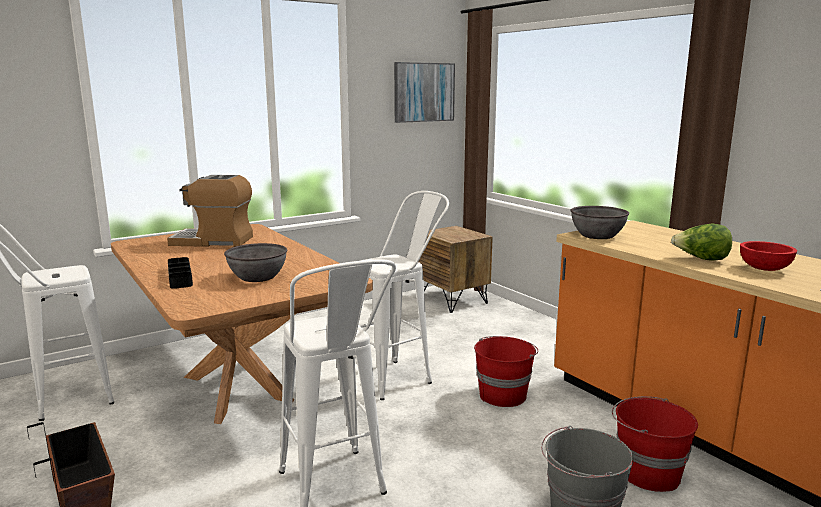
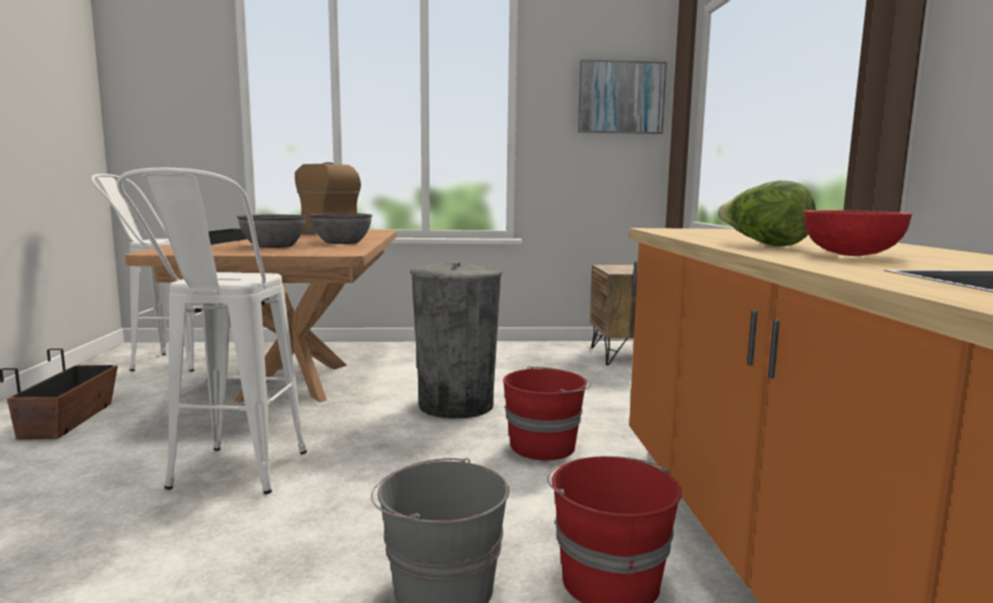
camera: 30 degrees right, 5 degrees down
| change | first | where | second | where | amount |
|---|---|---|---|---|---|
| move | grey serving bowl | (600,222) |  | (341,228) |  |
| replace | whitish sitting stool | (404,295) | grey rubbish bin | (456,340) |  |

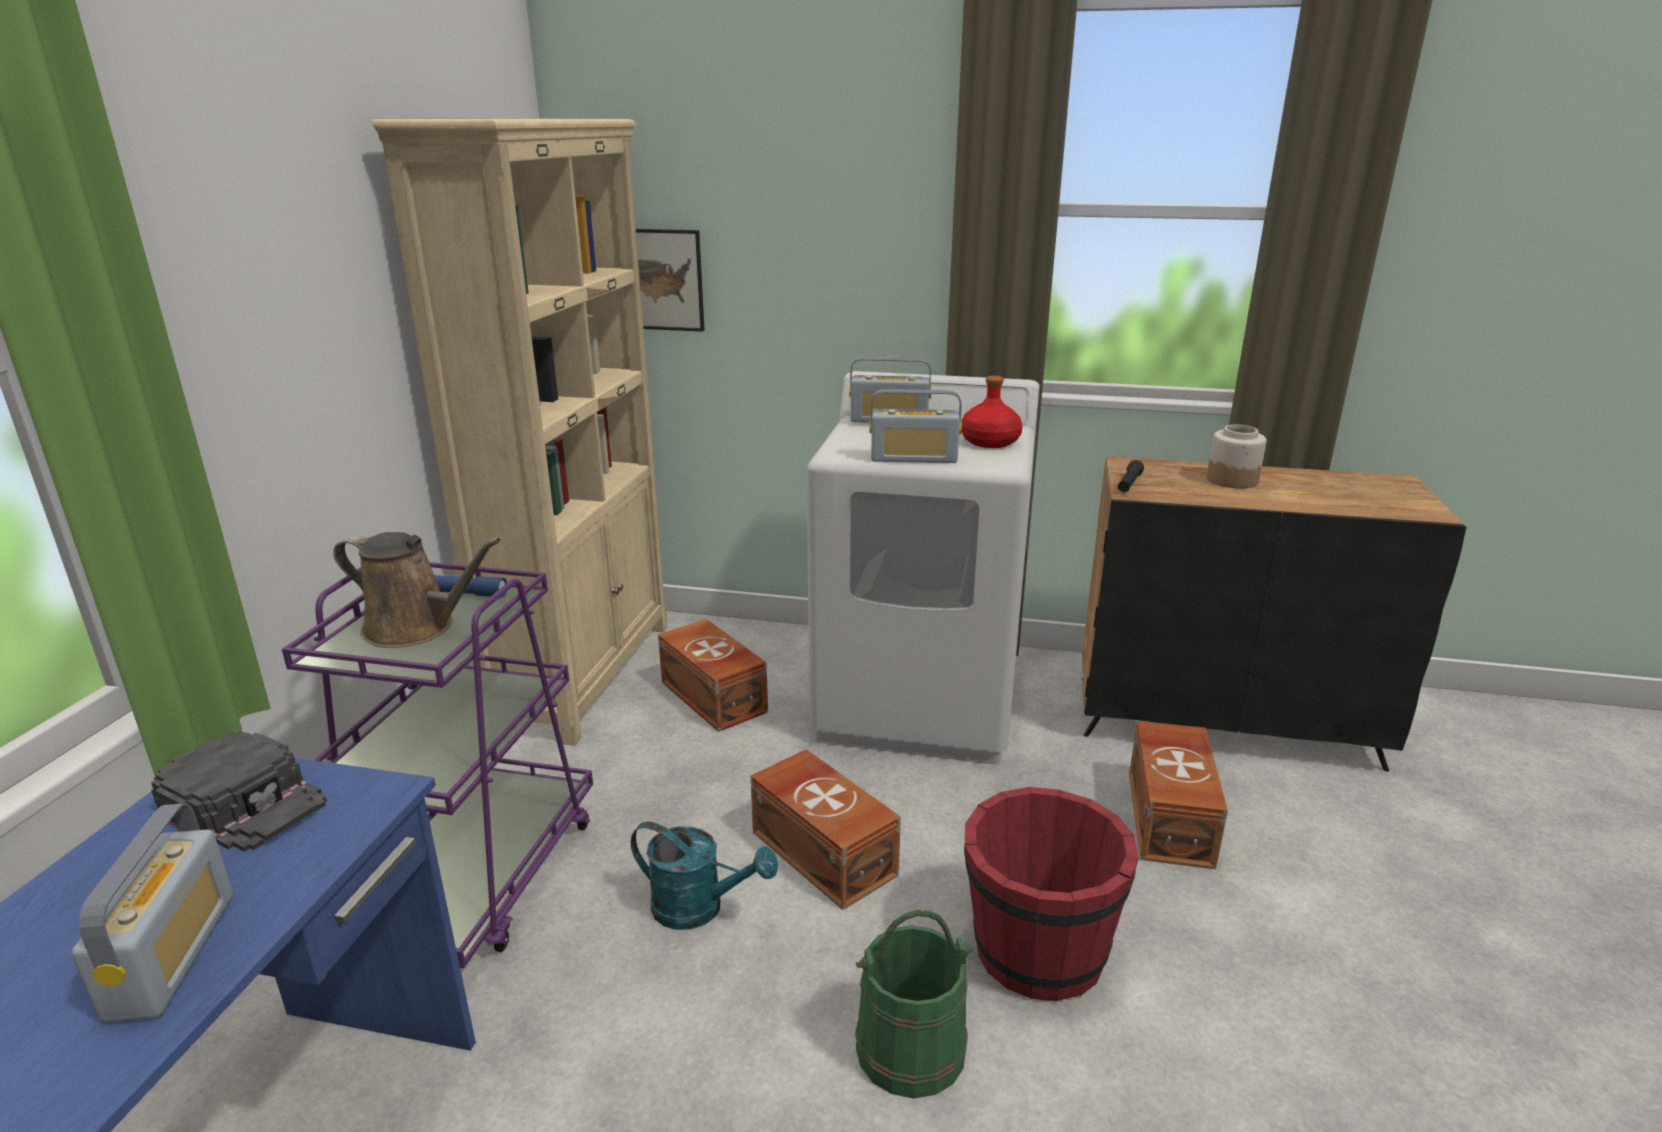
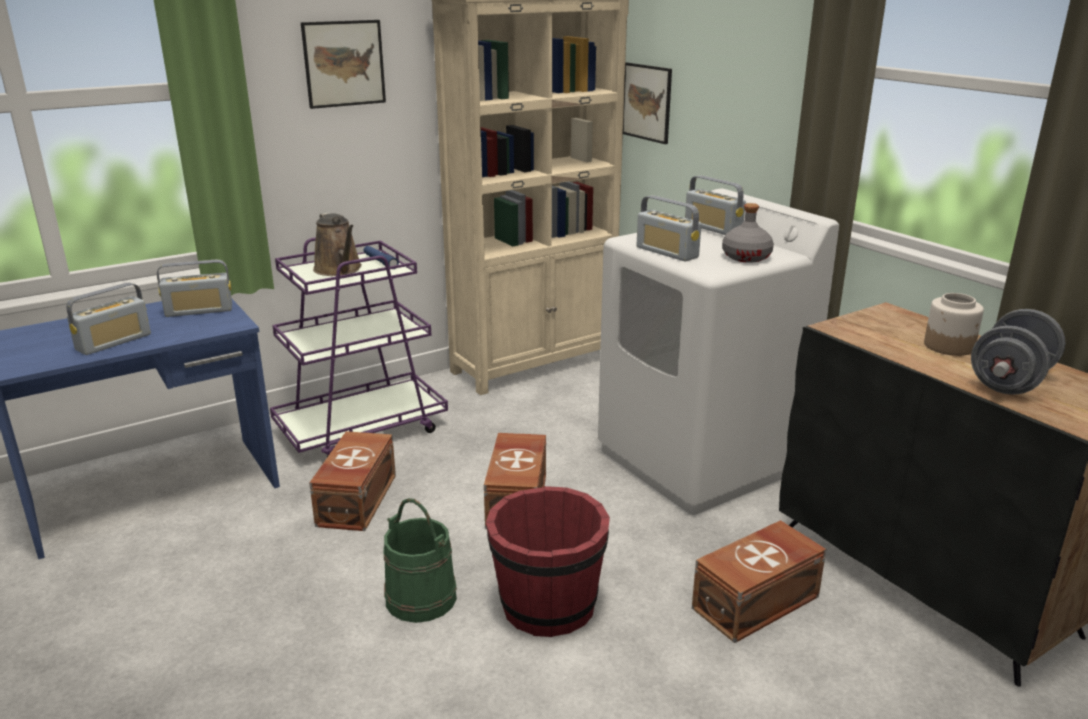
camera: 45 degrees right, 0 degrees up
| change | first | where | second | where | amount |
|---|---|---|---|---|---|
| delete | turquoise-coloured watering pot | (704,876) |  |  |  |
| delete | blackish torch | (1131,476) |  |  |  |
| insert |  |  | picture | (343,64) |  |
| insert |  |  | grey free weight | (1018,352) |  |
| move | brownish storage container | (713,675) |  | (352,481) |  |
| replace | blackish peaked cap | (239,791) | radio set | (194,288) |  |
| recolor | red-coloured beverage bottle | (992,412) | grey beverage bottle | (748,233) |  |

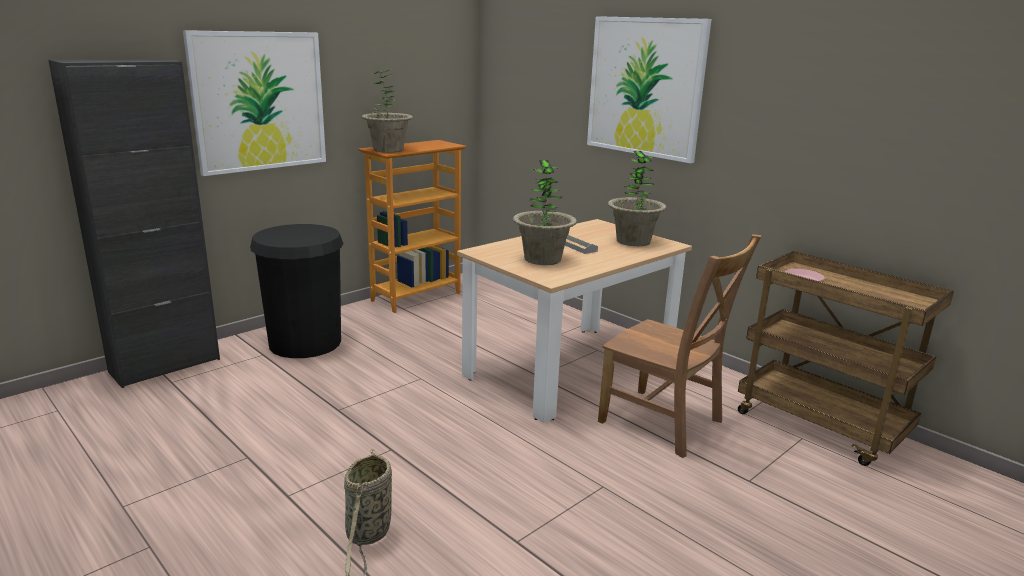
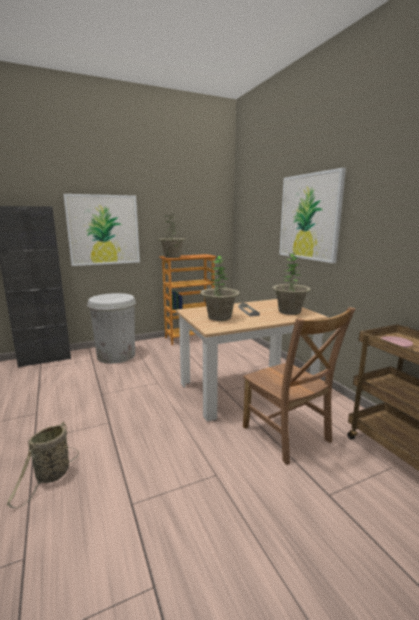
camera: 20 degrees right, 5 degrees down
| change | first | where | second | where | amount |
|---|---|---|---|---|---|
| recolor | blackish rubbish bin | (297,291) | whitish rubbish bin | (111,328) |  |

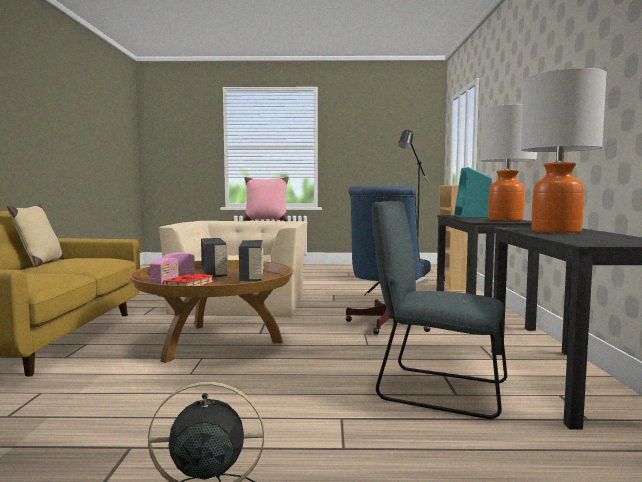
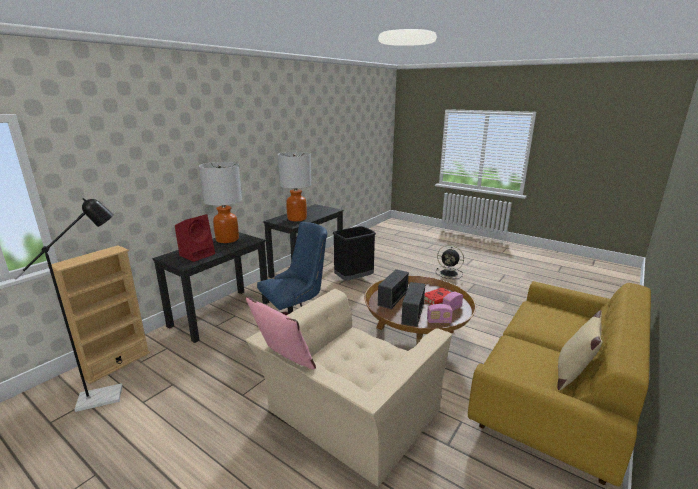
camera: 145 degrees left, 15 degrees up
| change | first | where | second | where | amount |
|---|---|---|---|---|---|
| replace | grey plain chair | (439,310) | blackish rubbish bin | (354,253) |  |
| recolor | turquoise-coloured speaker | (473,192) | red-coloured speaker | (195,238) |  |

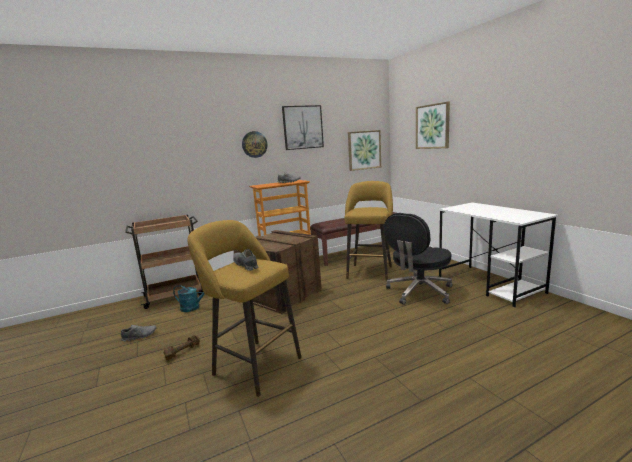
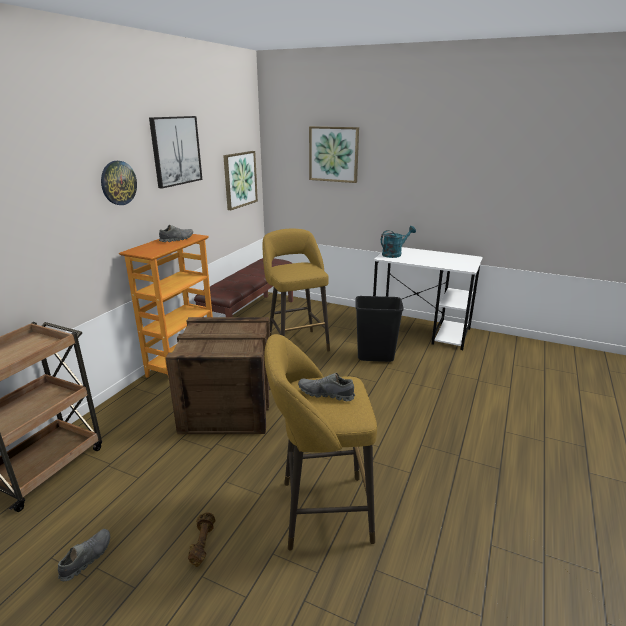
camera: 40 degrees left, 10 degrees up
| change | first | where | second | where | amount |
|---|---|---|---|---|---|
| move | turquoise-coloured watering pot | (189,298) |  | (398,242) |  |
| replace | blackish desk chair | (418,259) | blackish rubbish bin | (379,329) |  |

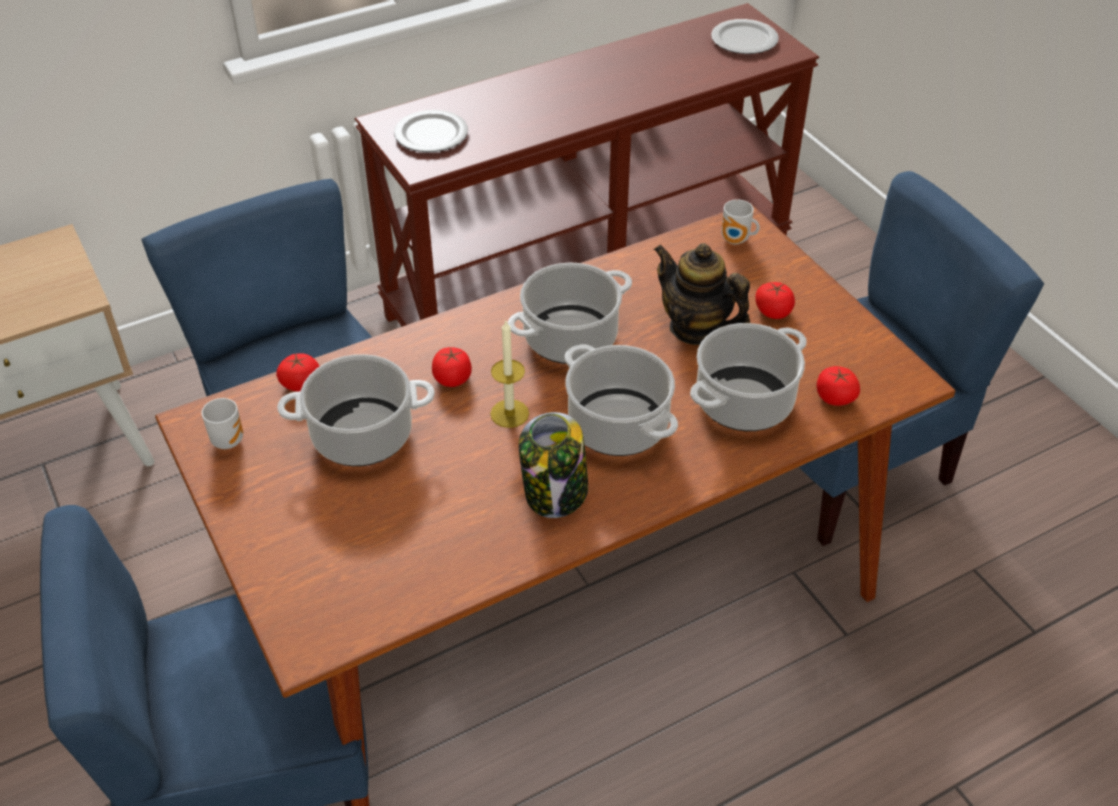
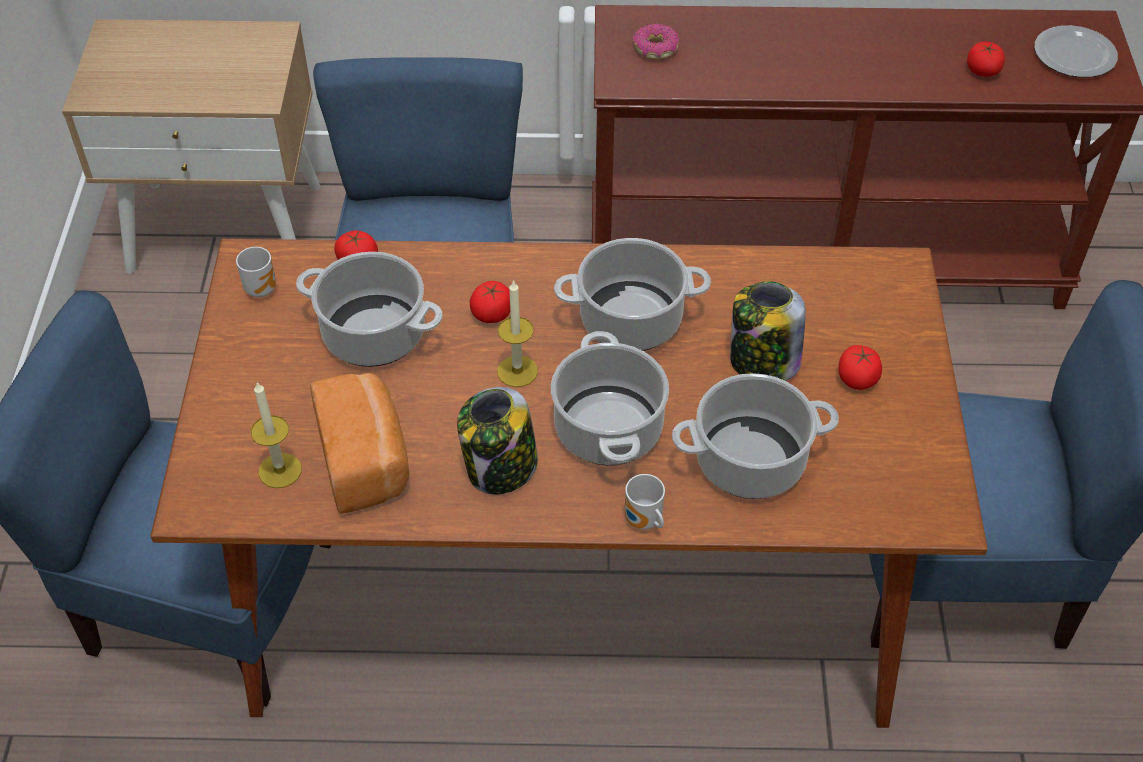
camera: 30 degrees right, 5 degrees up
| change | first | where | second | where | amount |
|---|---|---|---|---|---|
| insert |  |  | wax candle | (276,435) |  |
| insert |  |  | bread | (359,443) |  |
| move | mug | (741,222) |  | (645,502) |  |
| move | fresh tomato | (838,386) |  | (986,59) |  |
| replace | plate | (431,131) | ring doughnut | (656,41) |  |
| replace | pot for tea | (702,294) | preserve jar | (768,331) |  |

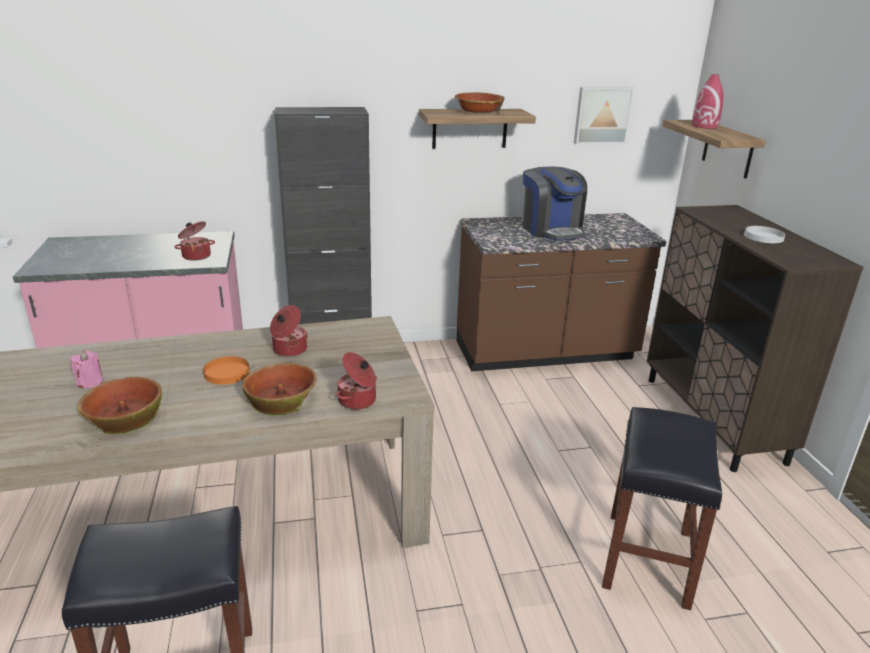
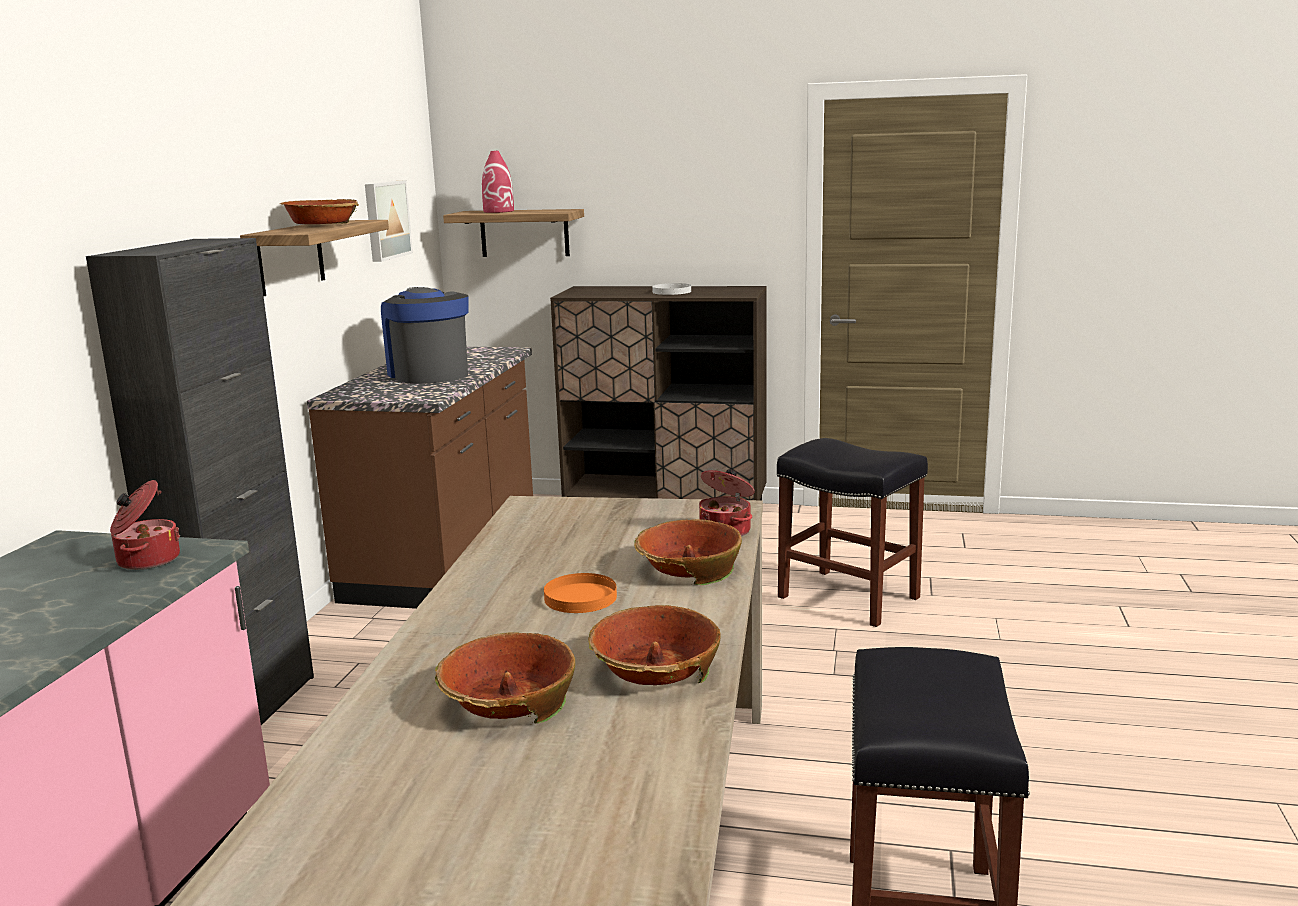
camera: 65 degrees left, 10 degrees down
| change | first | where | second | where | amount |
|---|---|---|---|---|---|
| delete | saucepot | (289,331) |  |  |  |
| replace | pink wax candle | (87,369) | serving bowl | (505,677) |  |
| rotate | coffee brewer | (555,203) |  | (425,335) | 120 degrees counterclockwise |

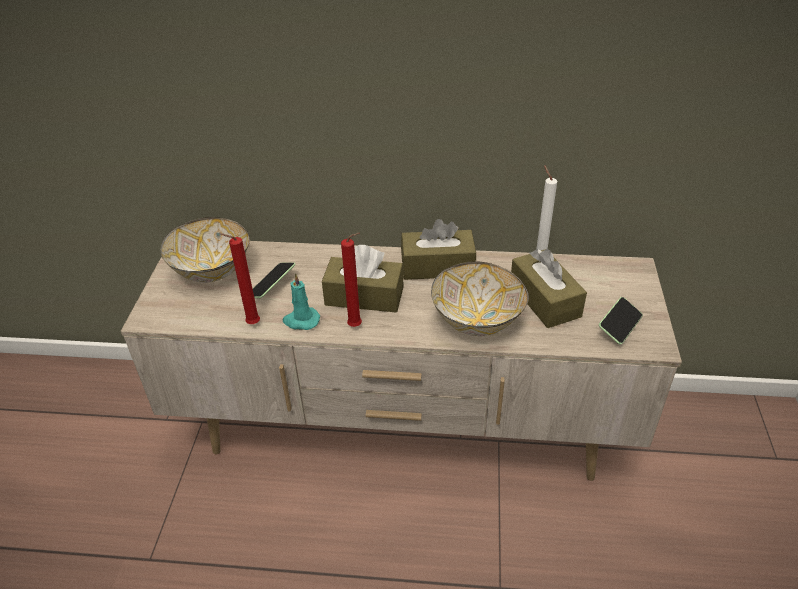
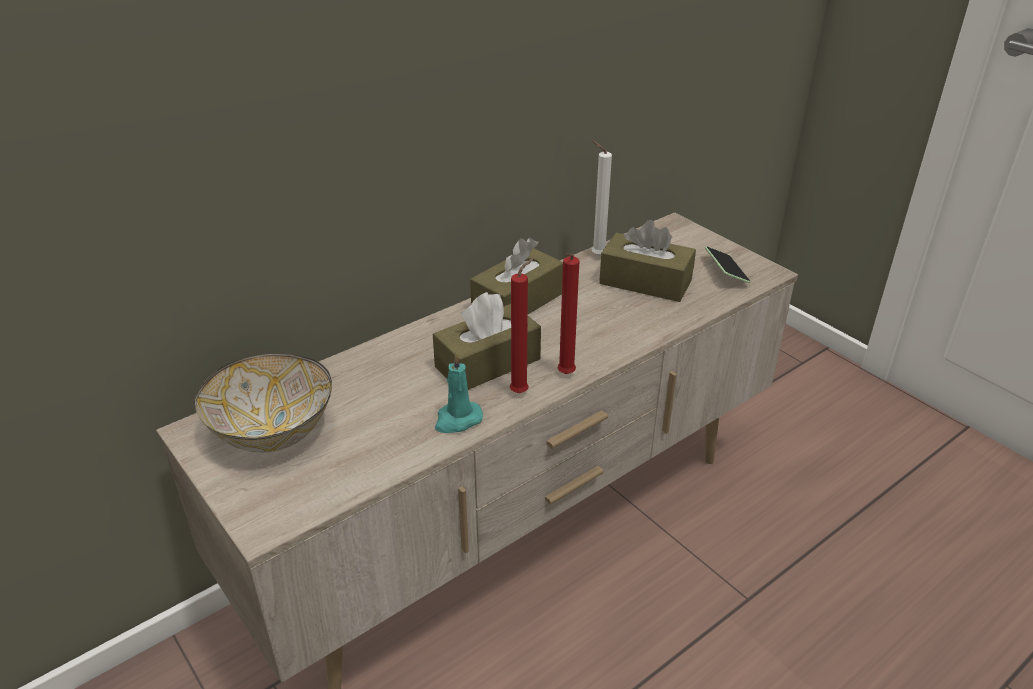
camera: 45 degrees left, 5 degrees down
| change | first | where | second | where | amount |
|---|---|---|---|---|---|
| delete | handset | (274,280) |  |  |  |
| delete | serving bowl | (480,298) |  |  |  |
| move | red-coloured wax candle | (240,278) |  | (569,313) |  |

